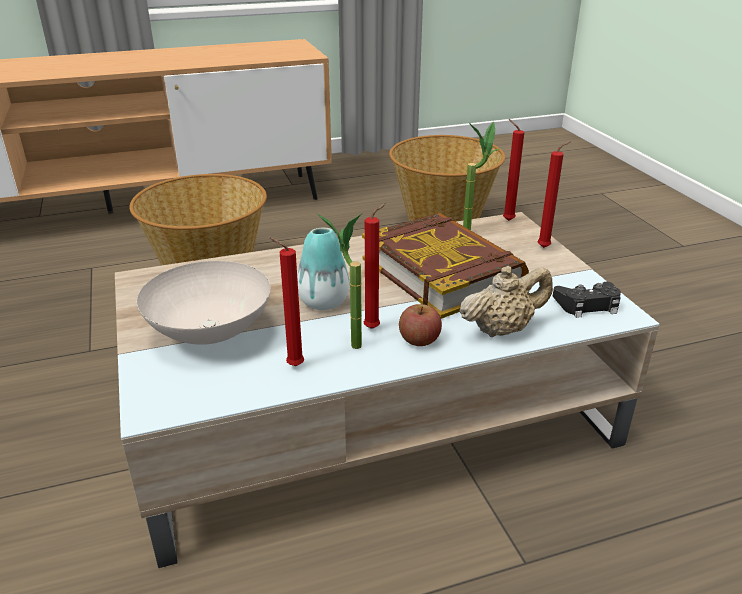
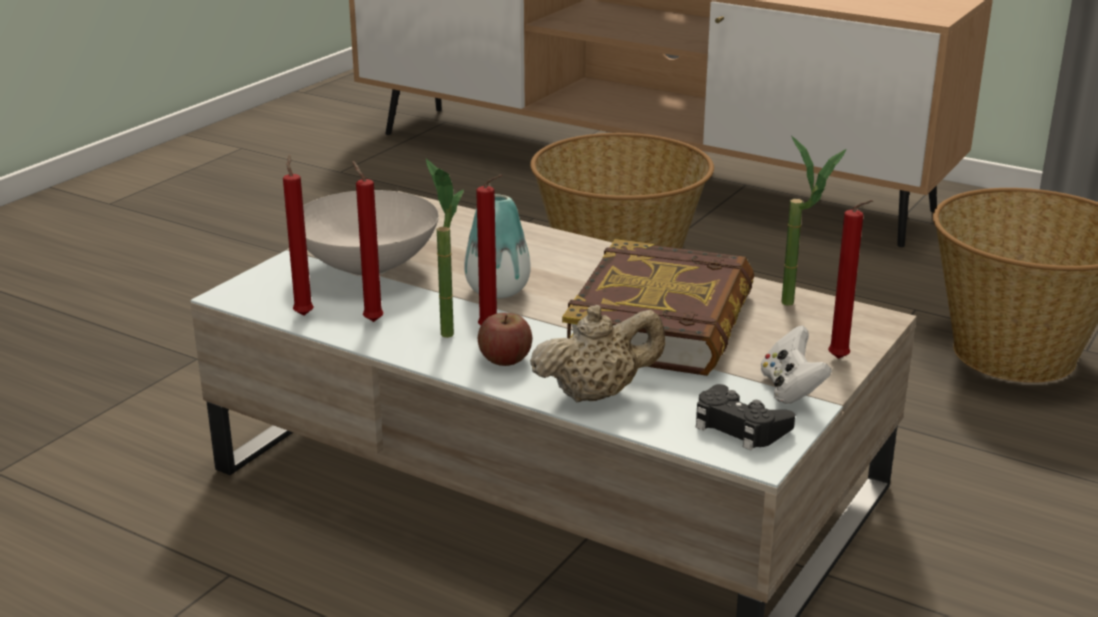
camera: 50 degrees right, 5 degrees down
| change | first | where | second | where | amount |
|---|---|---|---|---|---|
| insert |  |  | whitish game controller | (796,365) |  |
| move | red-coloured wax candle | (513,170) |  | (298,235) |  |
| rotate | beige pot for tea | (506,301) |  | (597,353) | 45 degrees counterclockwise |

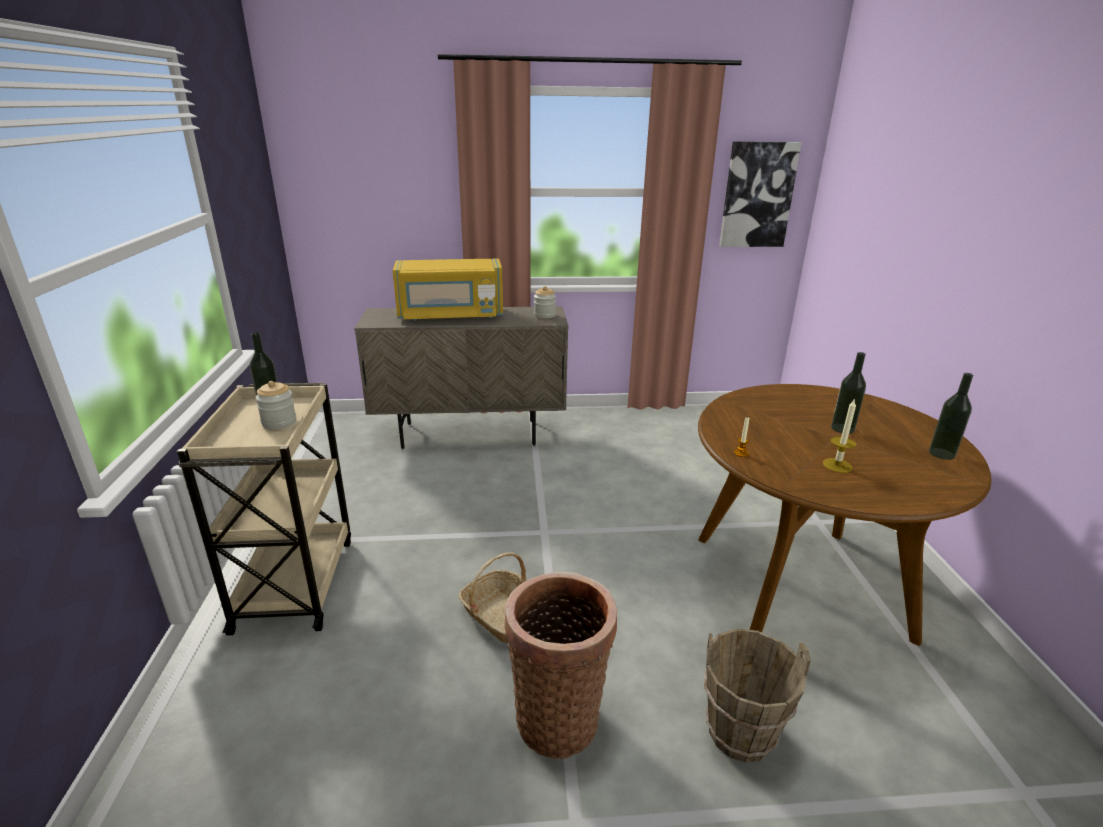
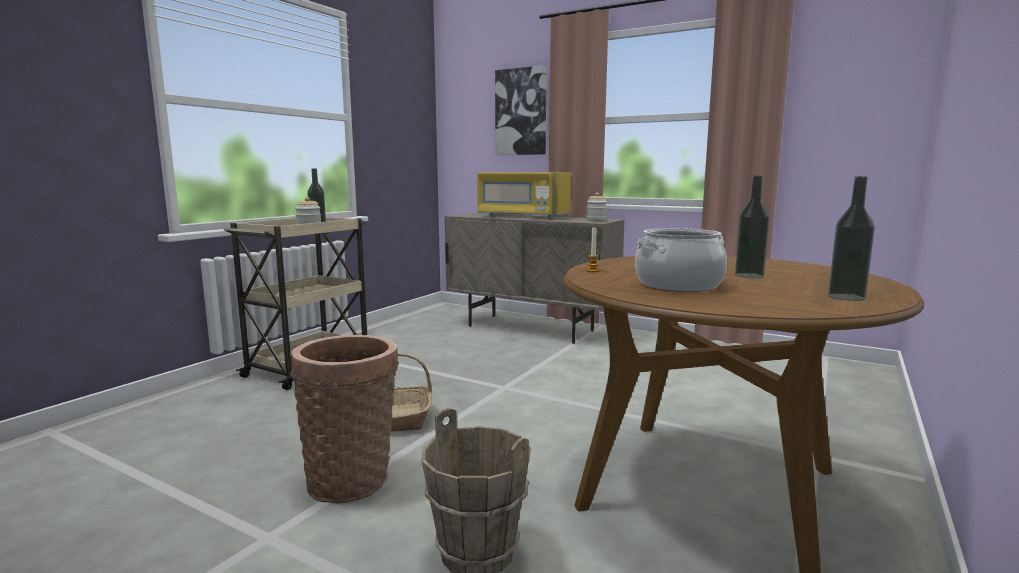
camera: 35 degrees right, 15 degrees down
| change | first | where | second | where | amount |
|---|---|---|---|---|---|
| move | picture | (760,194) |  | (521,110) |  |
| replace | wax candle | (839,435) | saucepot | (681,260) |  |

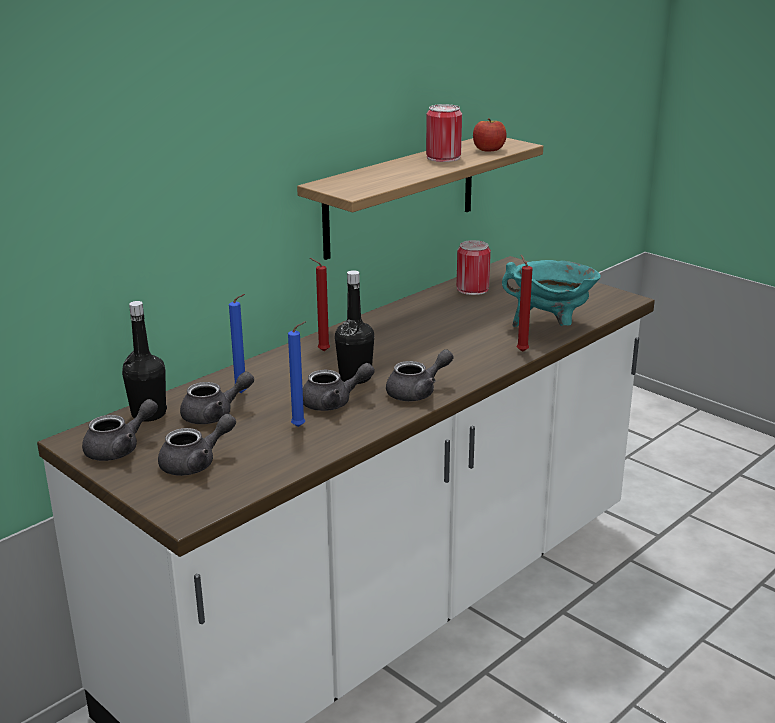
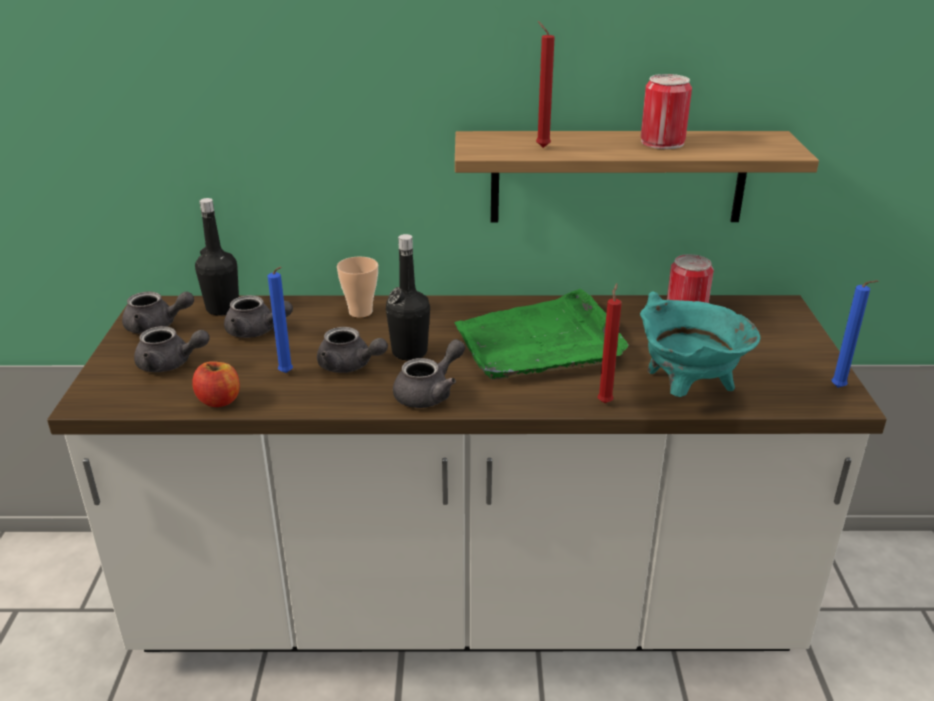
camera: 45 degrees right, 5 degrees up
| change | first | where | second | where | amount |
|---|---|---|---|---|---|
| insert |  |  | cup | (357,287) |  |
| insert |  |  | green serving tray | (542,334) |  |
| move | bluish wax candle | (237,343) |  | (854,334) |  |
| move | red-coloured wax candle | (320,304) |  | (545,84) |  |
| move | apple | (490,135) |  | (216,384) |  |
| rotate | grey pot for tea | (419,375) |  | (429,373) | 60 degrees counterclockwise |

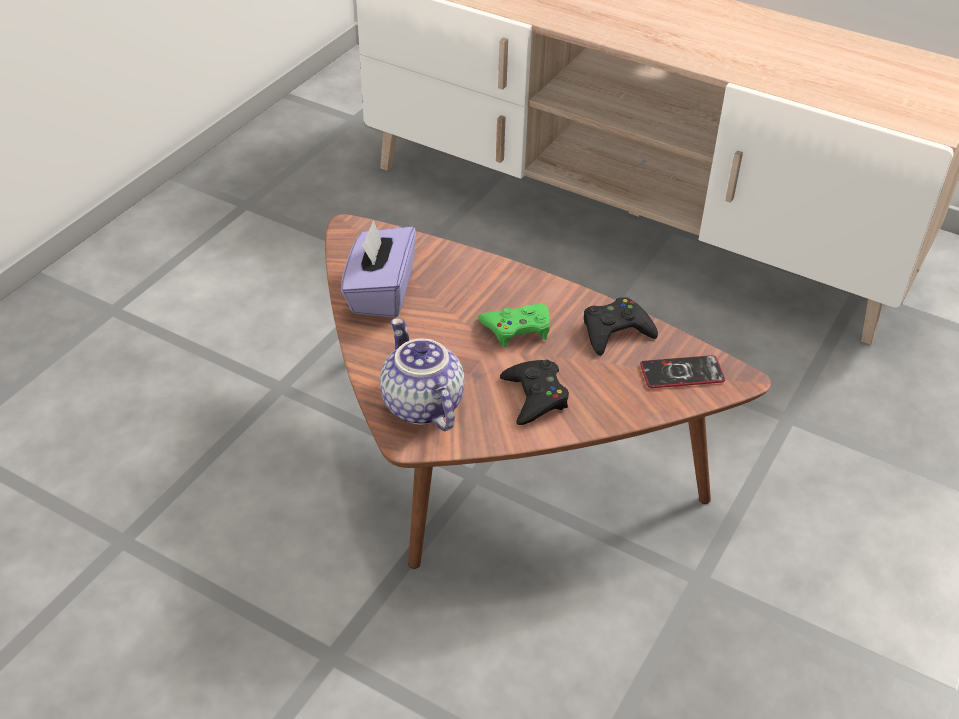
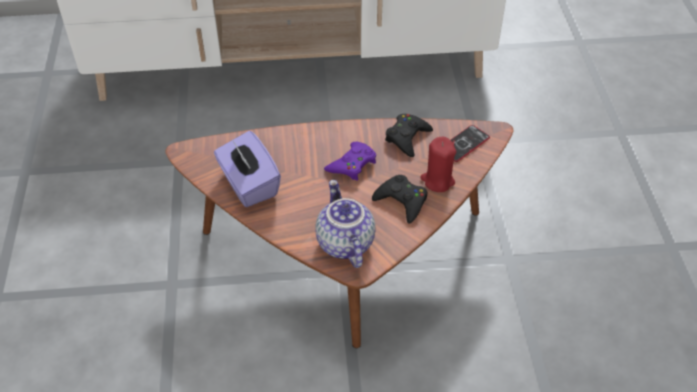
camera: 35 degrees left, 5 degrees up
| change | first | where | second | where | amount |
|---|---|---|---|---|---|
| insert |  |  | red-coloured wax candle | (438,164) |  |
| recolor | green game controller | (514,325) | purple-coloured game controller | (350,161) |  |
| rotate | pot for tea | (422,374) |  | (345,224) | 45 degrees clockwise |

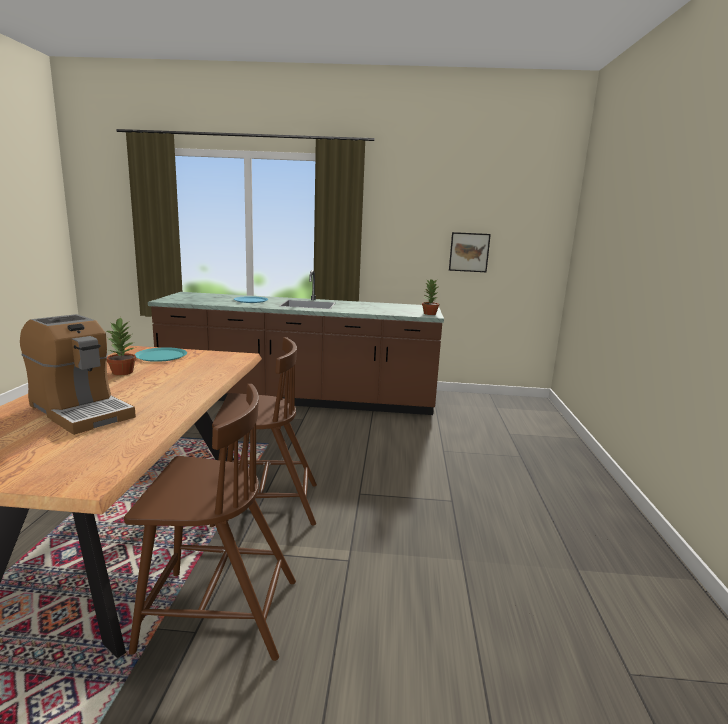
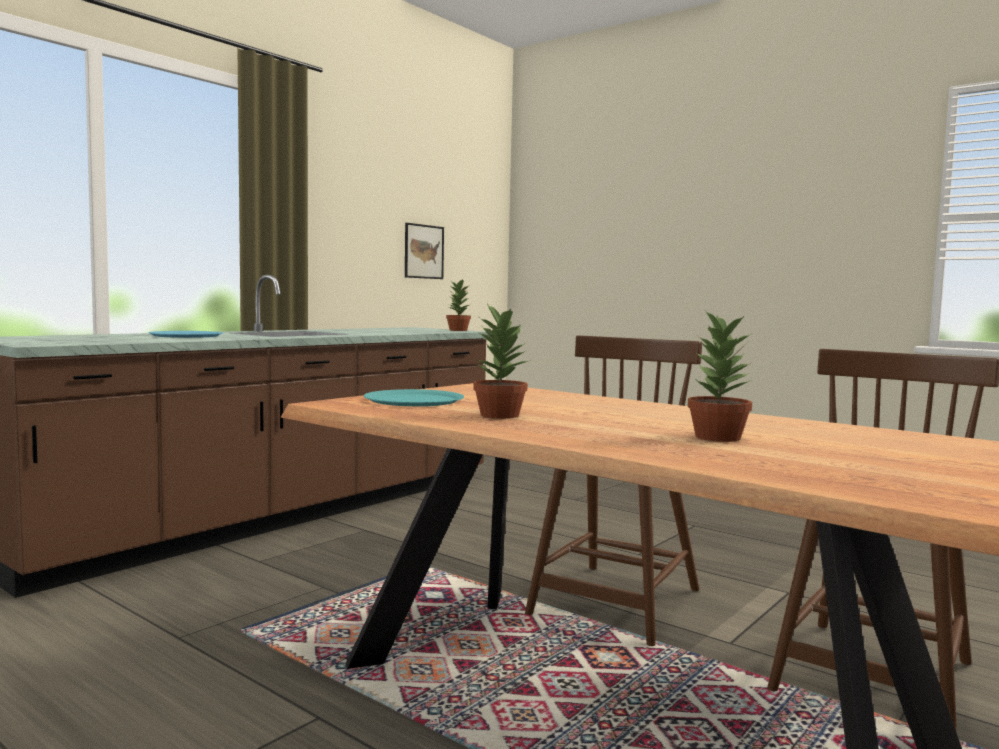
camera: 55 degrees left, 10 degrees down
| change | first | where | second | where | amount |
|---|---|---|---|---|---|
| replace | coffee brewer | (78,374) | houseplant | (720,376) |  |

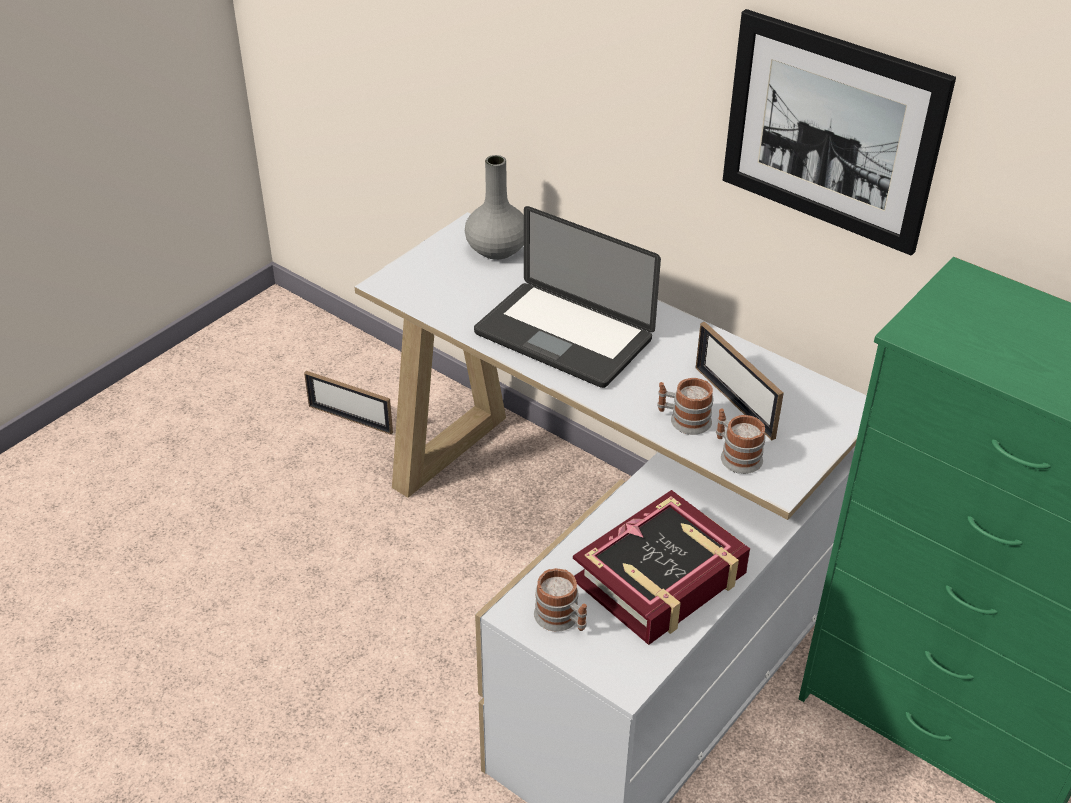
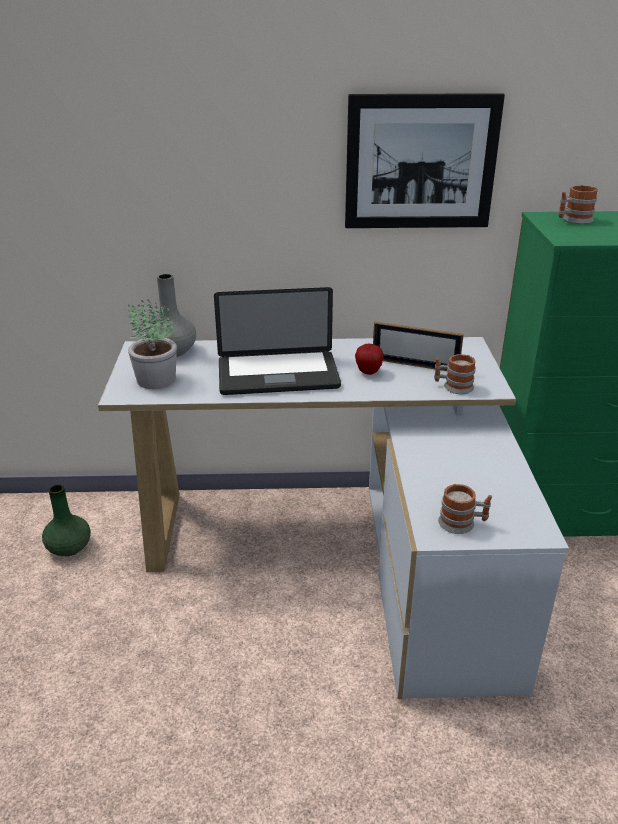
camera: 40 degrees left, 10 degrees down
| change | first | where | second | where | amount |
|---|---|---|---|---|---|
| delete | bound book | (661,567) |  |  |  |
| insert |  |  | houseplant | (152,344) |  |
| insert |  |  | apple | (369,359) |  |
| move | mug | (685,406) |  | (578,204) |  |
| replace | standing frame | (348,403) | green flower vase | (66,520) |  |

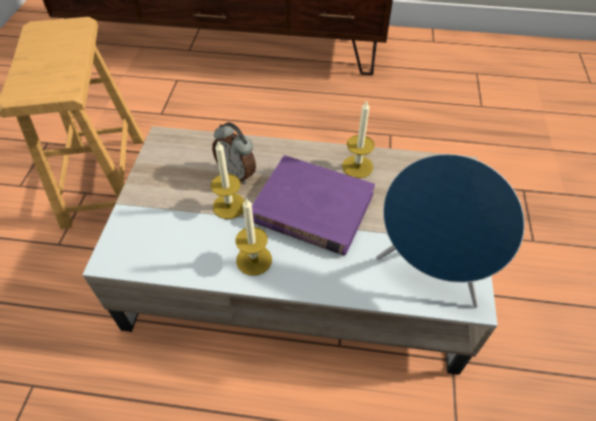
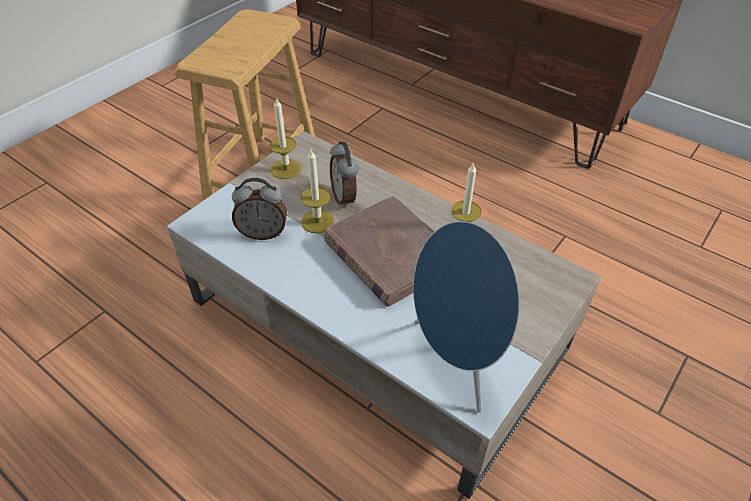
camera: 30 degrees right, 5 degrees down
| change | first | where | second | where | amount |
|---|---|---|---|---|---|
| insert |  |  | bedside clock | (259,209) |  |
| move | wax candle | (253,236) |  | (285,138) |  |
| recolor | purple-coloured bound book | (313,205) | brownish bound book | (379,251) |  |

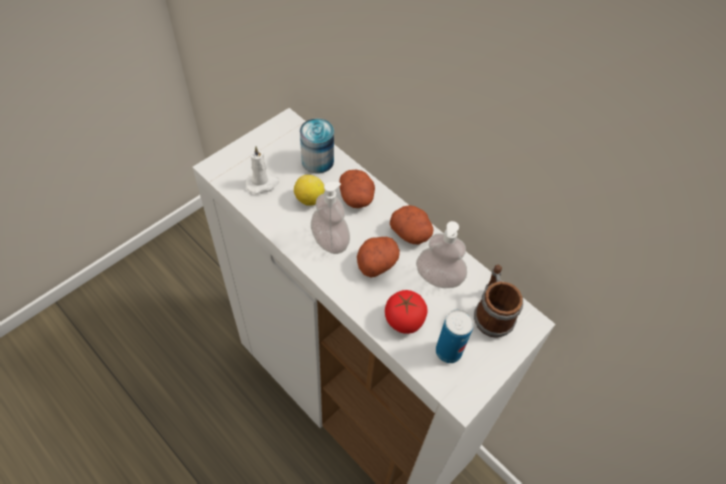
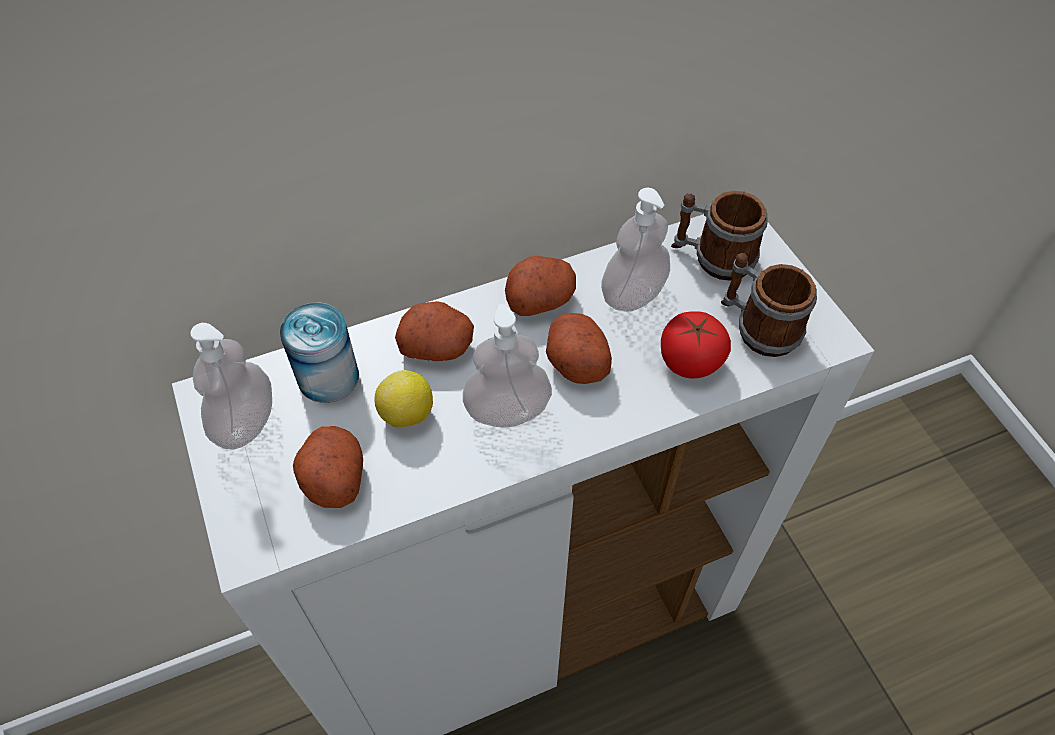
camera: 65 degrees left, 0 degrees up
| change | first | where | second | where | amount |
|---|---|---|---|---|---|
| insert |  |  | liquid soap bottle | (231,386) |  |
| replace | whitish wax candle | (262,170) | whole potato | (328,467) |  |
| replace | sealed can | (455,336) | mug | (769,305) |  |

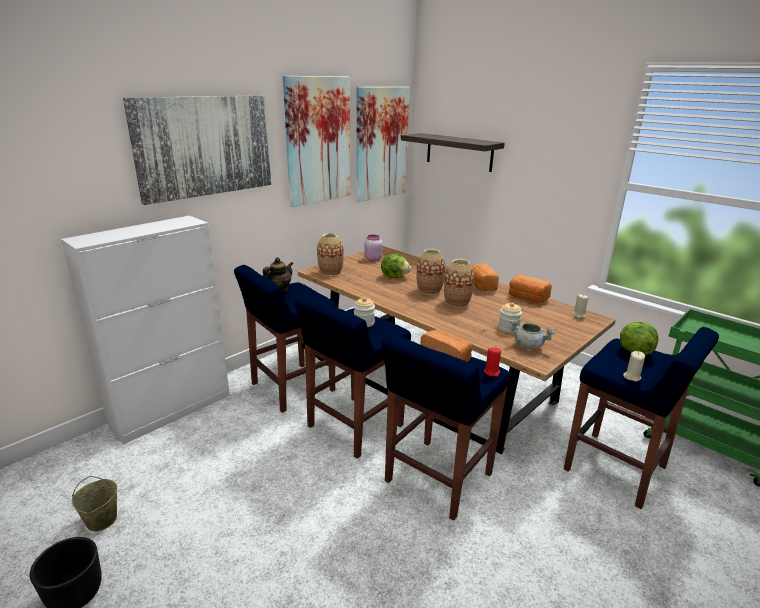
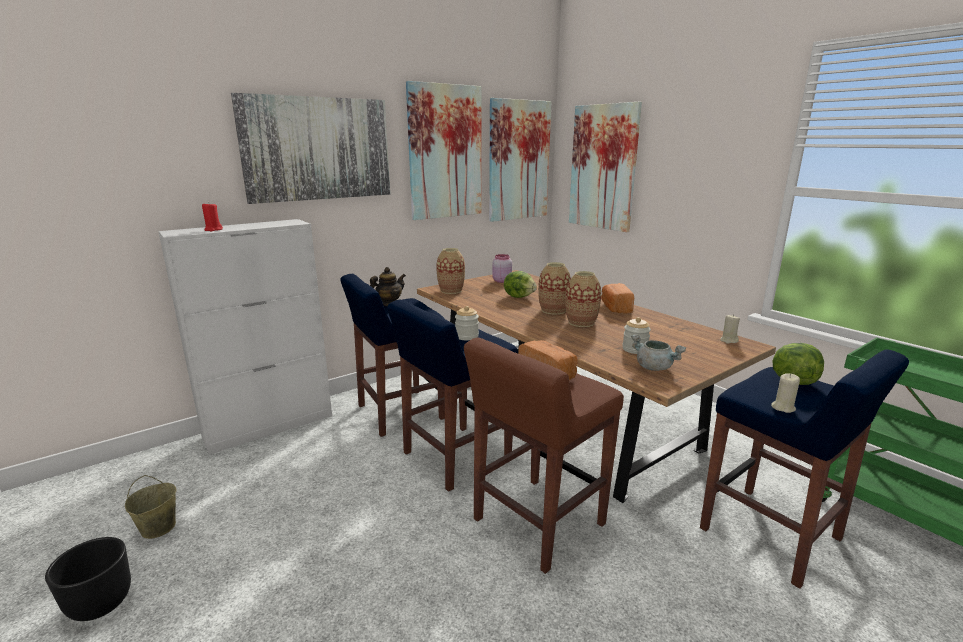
camera: 10 degrees right, 5 degrees down
| change | first | where | second | where | amount |
|---|---|---|---|---|---|
| delete | bread | (530,289) |  |  |  |
| move | red-coloured wax candle | (492,362) |  | (212,217) |  |
| replace | bracket shelf | (453,152) | picture | (605,167) |  |
| recolor | bluish sitting stool | (446,427) | brownish sitting stool | (544,456) |  |

